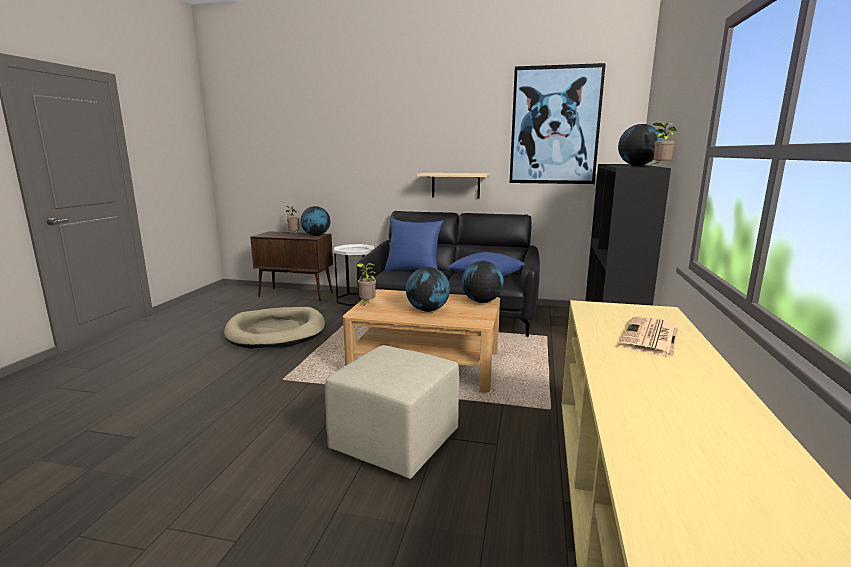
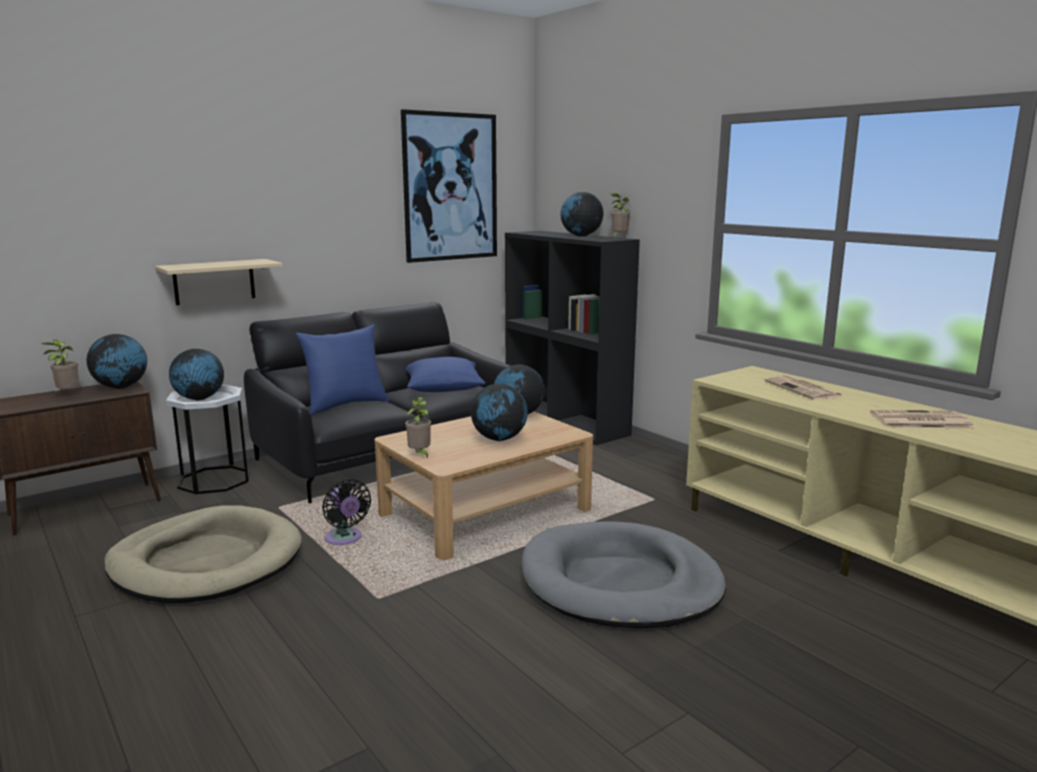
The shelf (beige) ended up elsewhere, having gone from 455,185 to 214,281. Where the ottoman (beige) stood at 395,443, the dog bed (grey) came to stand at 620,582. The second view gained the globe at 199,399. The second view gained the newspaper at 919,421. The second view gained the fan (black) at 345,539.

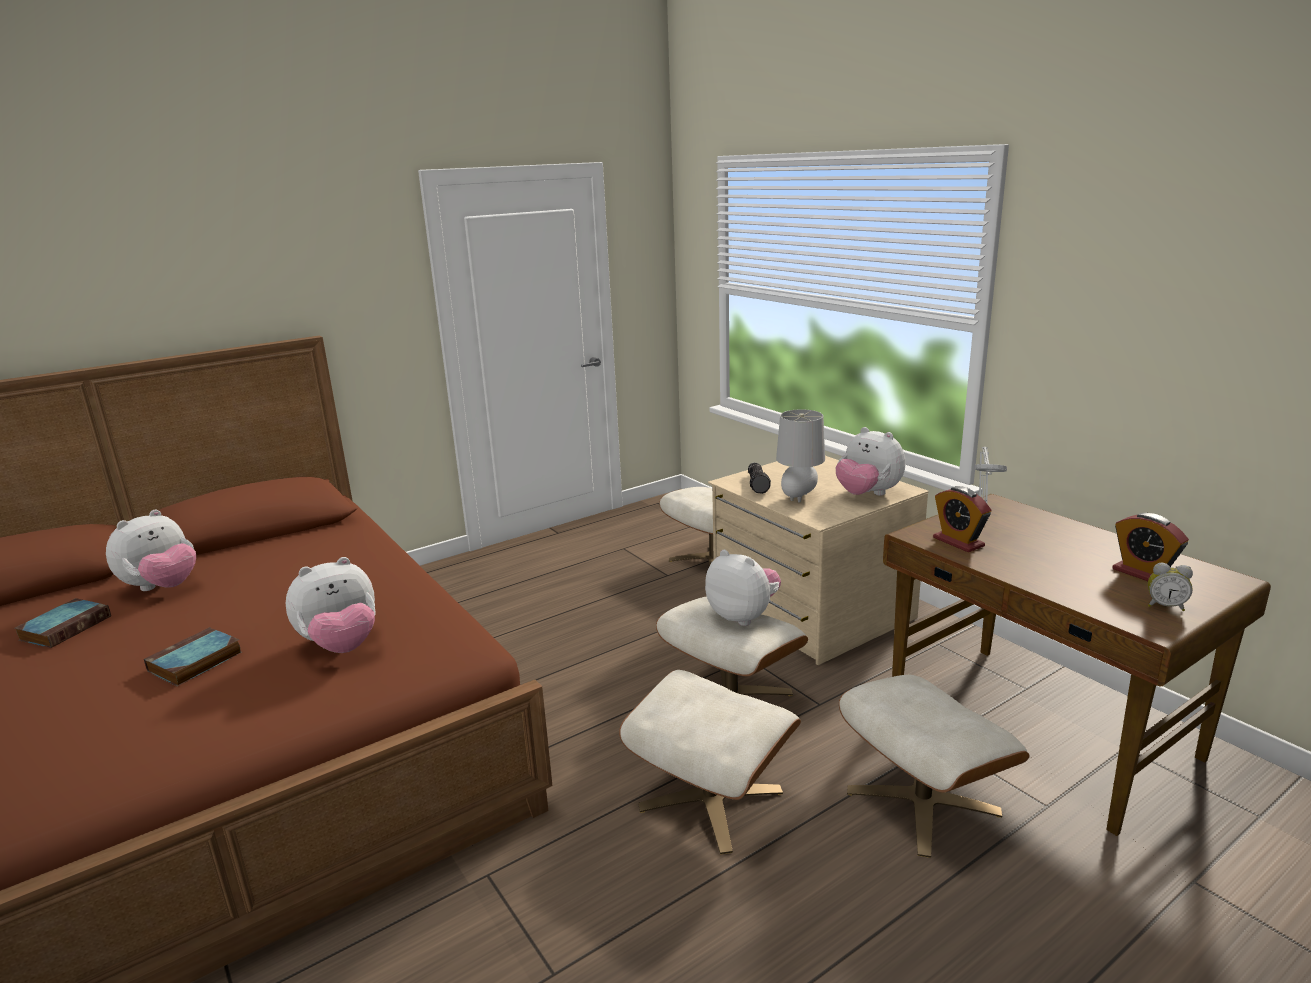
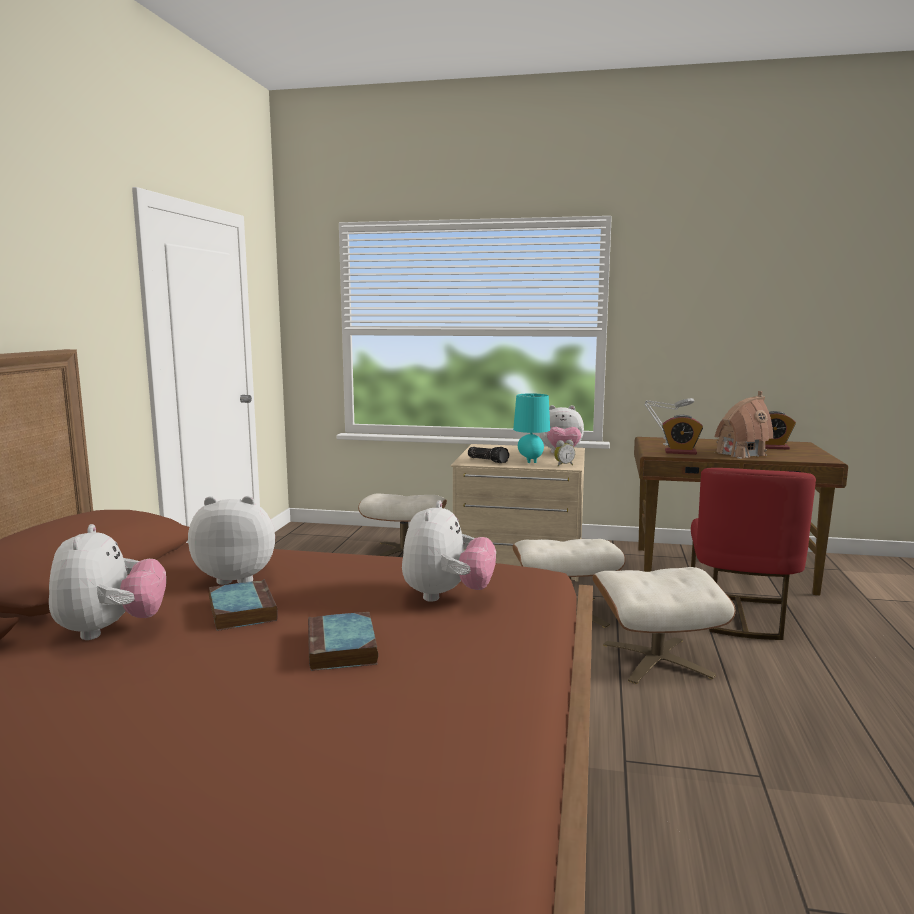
What was the table lamp (grey) at 799,498 turned into the table lamp (turquoise) at 531,461. The plush toy ended up elsewhere, having gone from 743,616 to 238,577. The alarm clock ended up elsewhere, having gone from 1165,606 to 563,465. The book ended up elsewhere, having gone from 66,627 to 241,610. Where the ottoman (beige) stood at 921,802, the chair (red) came to stand at 740,616. The second view gained the toy house at 740,454.

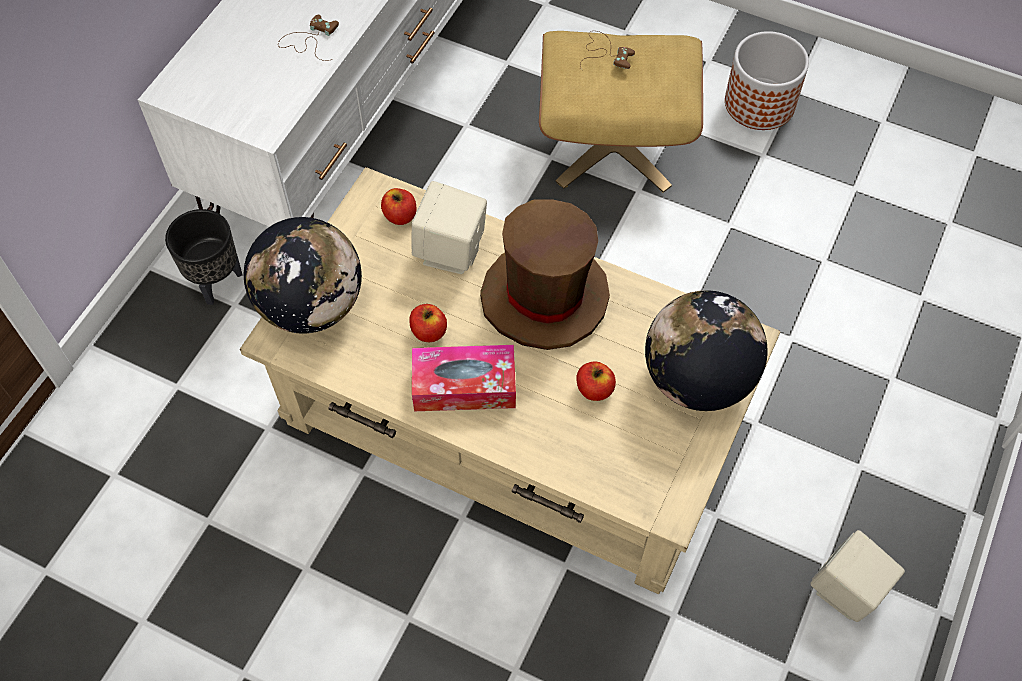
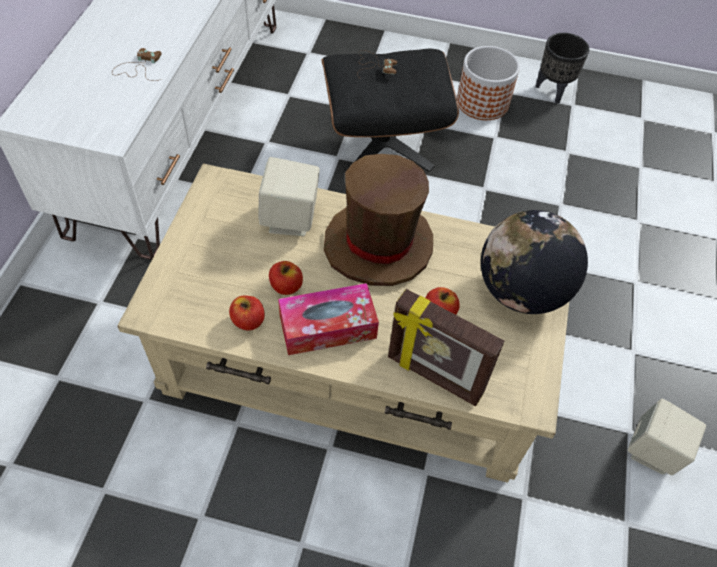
What was the ottoman (beige) at 614,144 turned into the ottoman (black) at 383,143. The apple ended up elsewhere, having gone from 400,216 to 248,321. The planter (black) ended up elsewhere, having gone from 217,282 to 553,91. The second view lost the globe at 311,306. The second view gained the picture frame at 434,376.

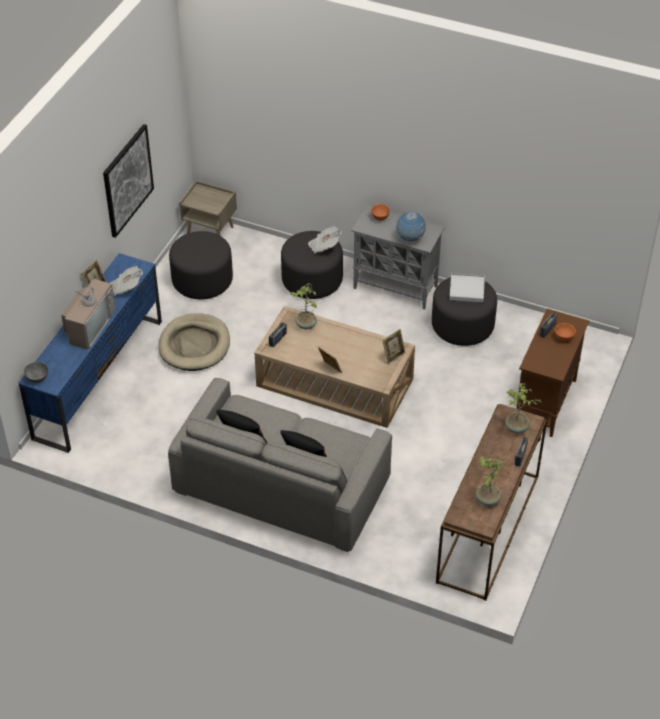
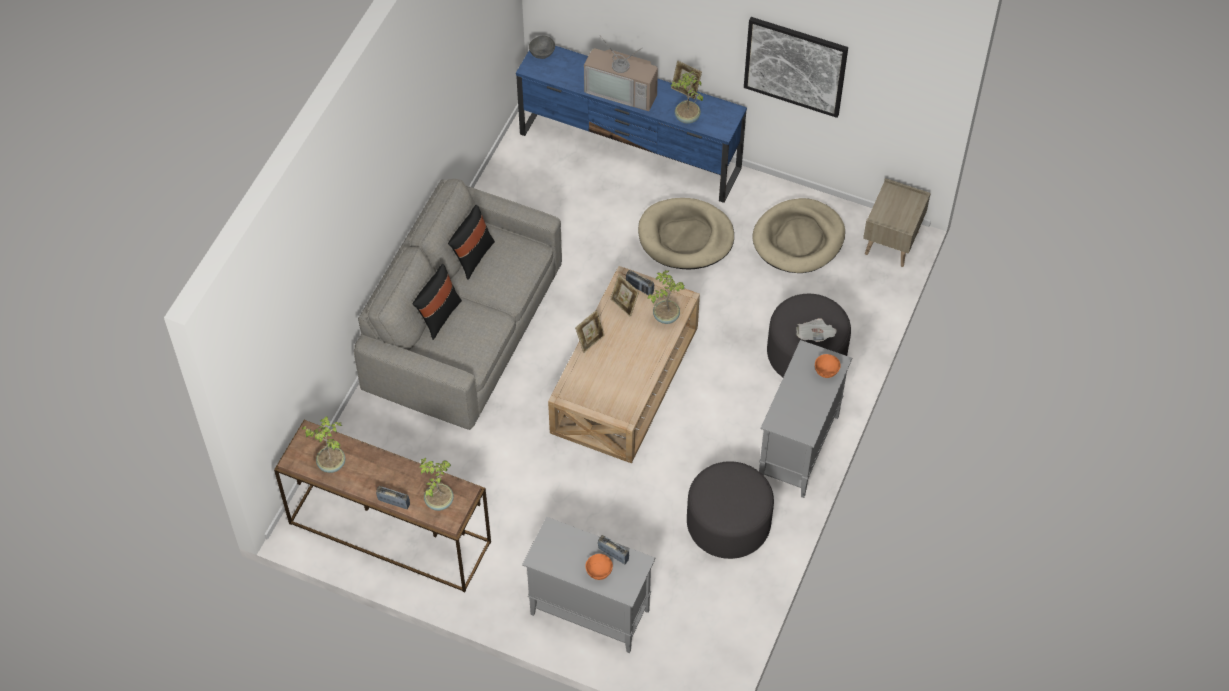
The second view lost the globe at 410,239. Where the ottoman (grey) stood at 202,280, the dog bed (beige) came to stand at 798,239. Where the newspaper stood at 126,287, the potted plant came to stand at 686,118. The second view lost the tray (white) at 467,289. What was the cabinet (brown) at 545,403 turned into the cabinet (grey) at 588,612. The picture frame ended up elsewhere, having gone from 393,356 to 624,305.

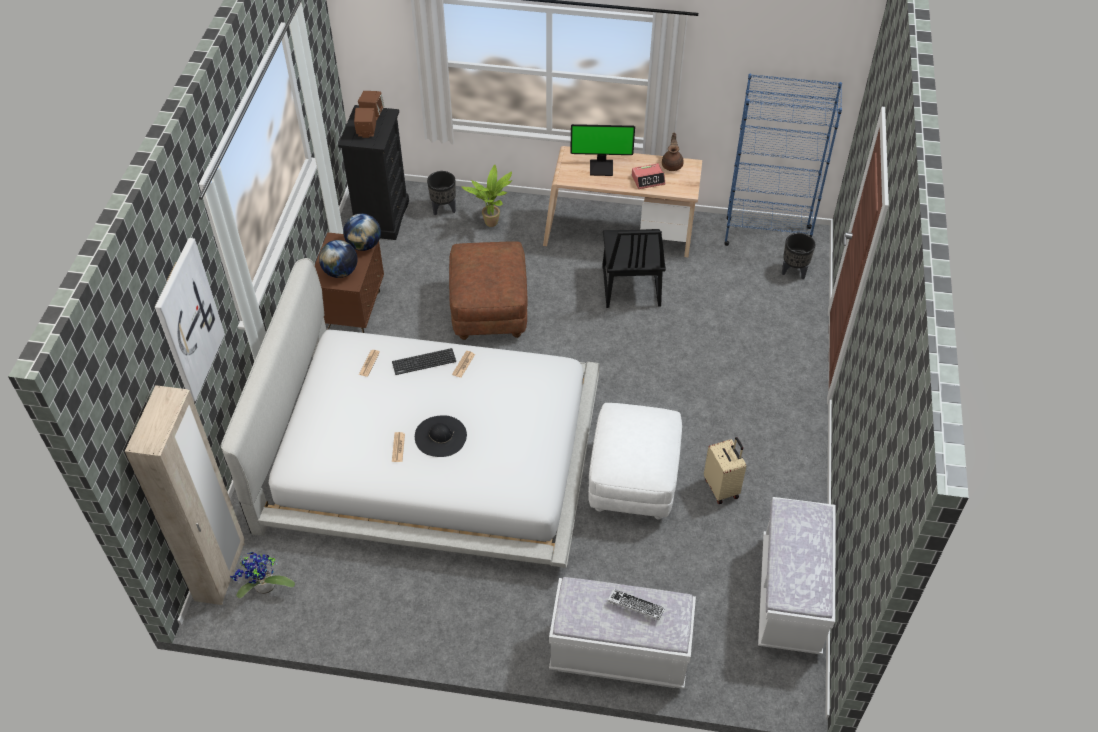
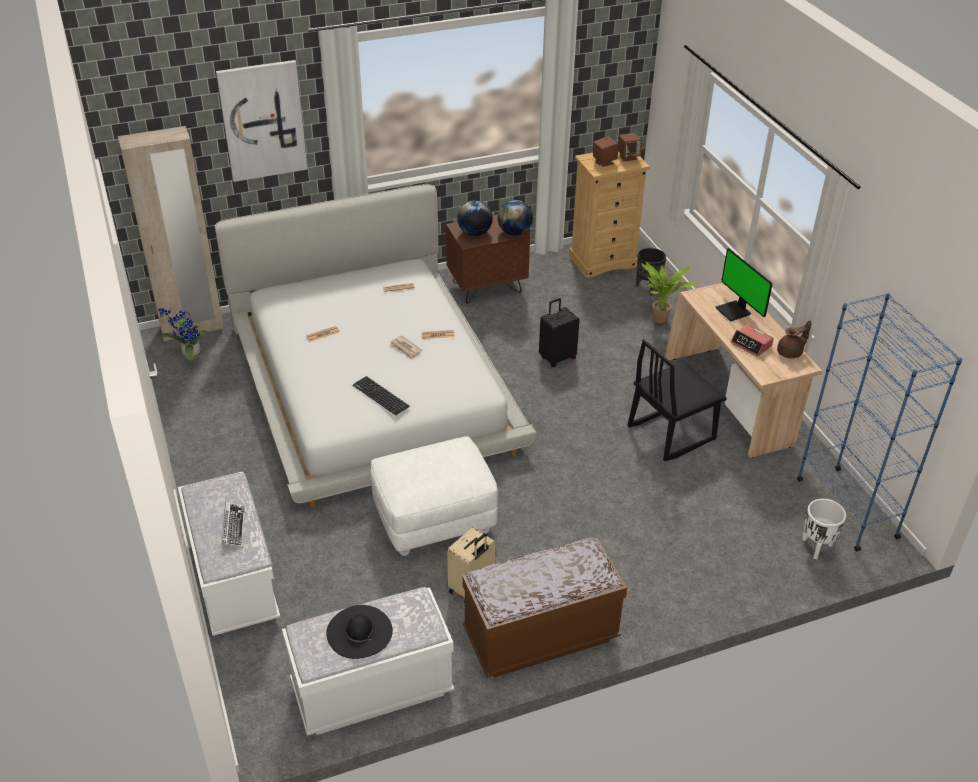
What was the dresser (black) at 381,217 turned into the dresser (beige) at 603,261. What was the planter (black) at 793,272 turned into the planter (white) at 816,547. Where the ottoman (brown) stood at 489,310, the suitcase (black) came to stand at 557,357. The keyboard ended up elsewhere, having gone from 424,362 to 380,396. The hat (black) ended up elsewhere, having gone from 440,436 to 359,632. The second view gained the newspaper at 405,348. The second view gained the bench (brown) at 541,636.

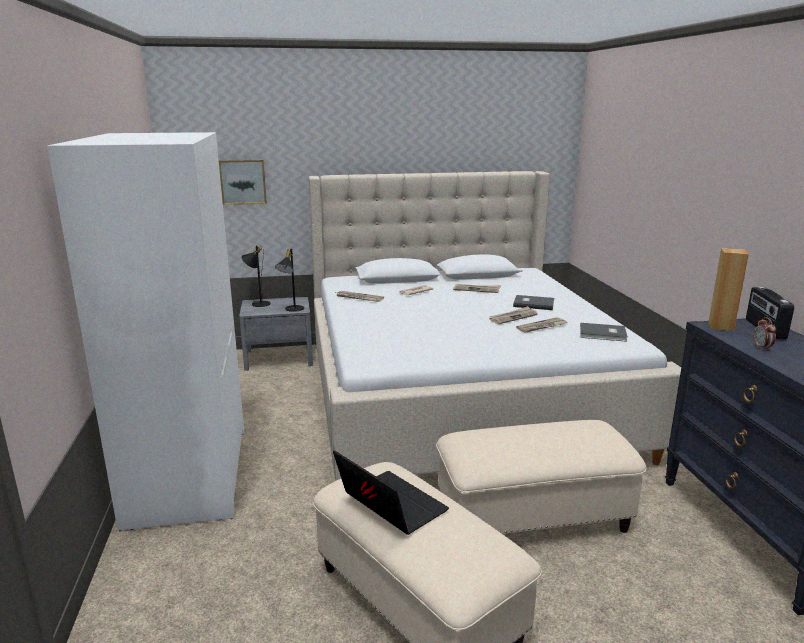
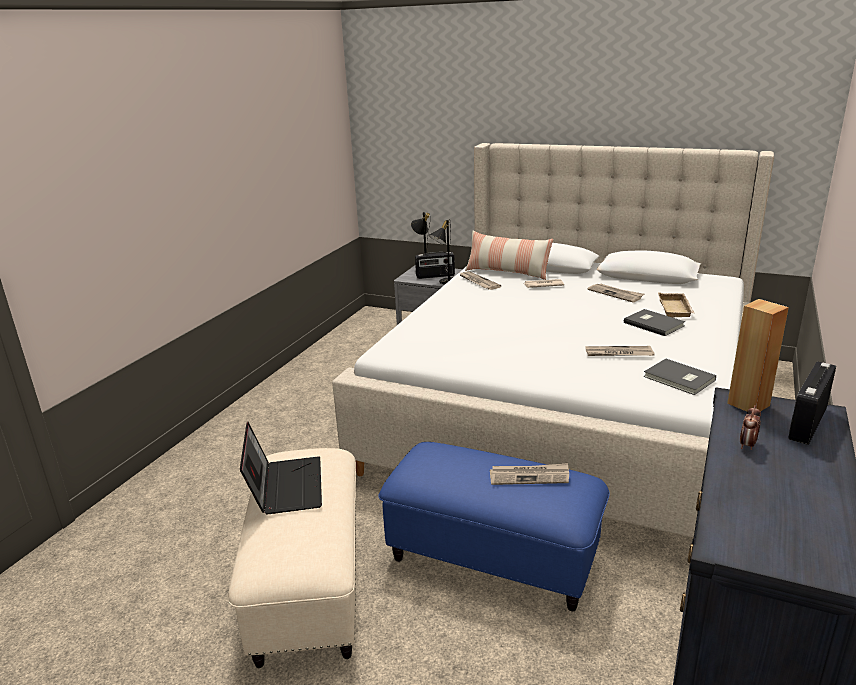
The second view lost the wardrobe (white) at 187,472. The second view lost the picture at 243,181. The newspaper ended up elsewhere, having gone from 513,317 to 529,476. What was the ottoman (beige) at 533,517 turned into the ottoman (blue) at 494,556. The second view gained the pillow at 507,272. The second view gained the radio at 435,276. The second view gained the tray (beige) at 676,309.

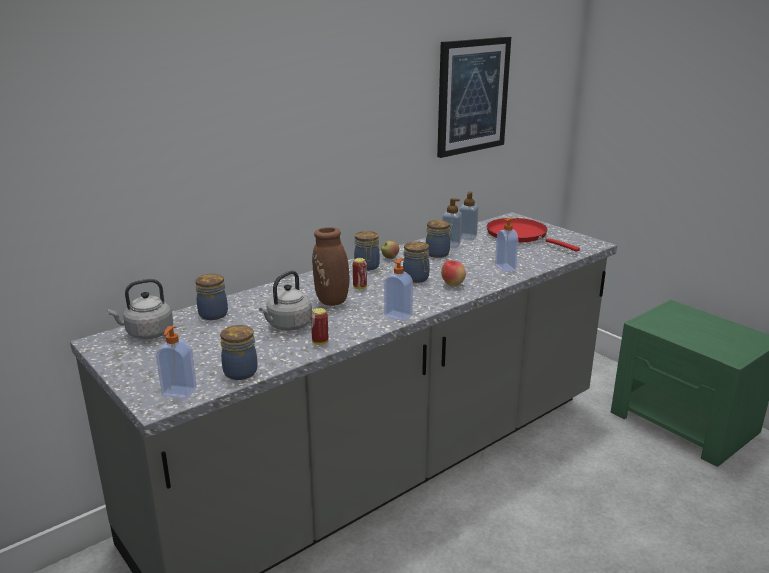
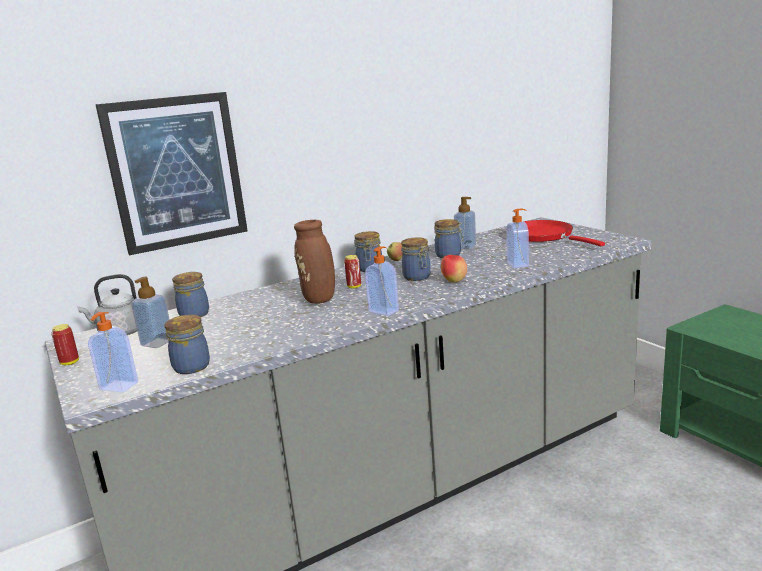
The picture ended up elsewhere, having gone from 472,96 to 176,172. The soap dispenser ended up elsewhere, having gone from 467,237 to 157,343. The second view lost the kettle (grey) at 288,326. The can ended up elsewhere, having gone from 320,342 to 70,363.

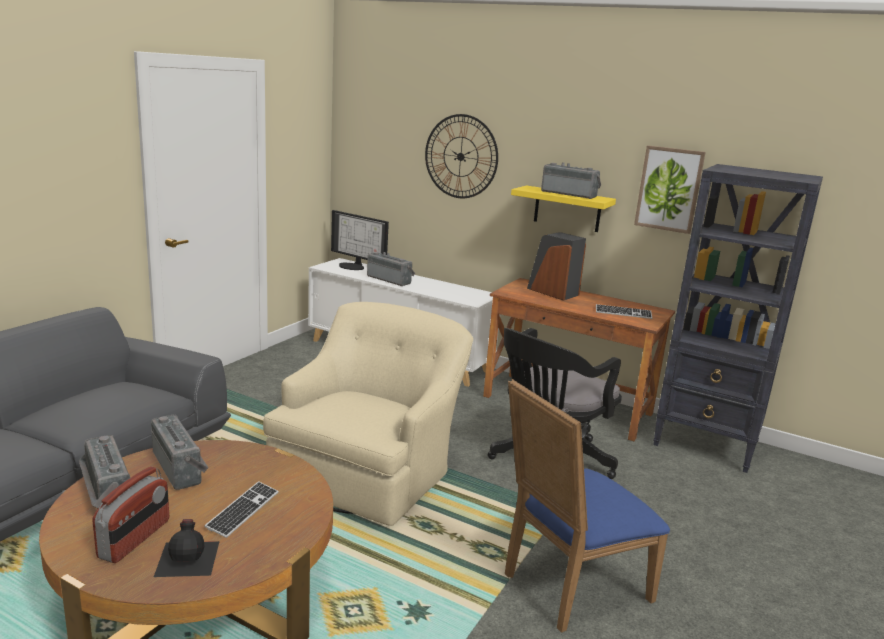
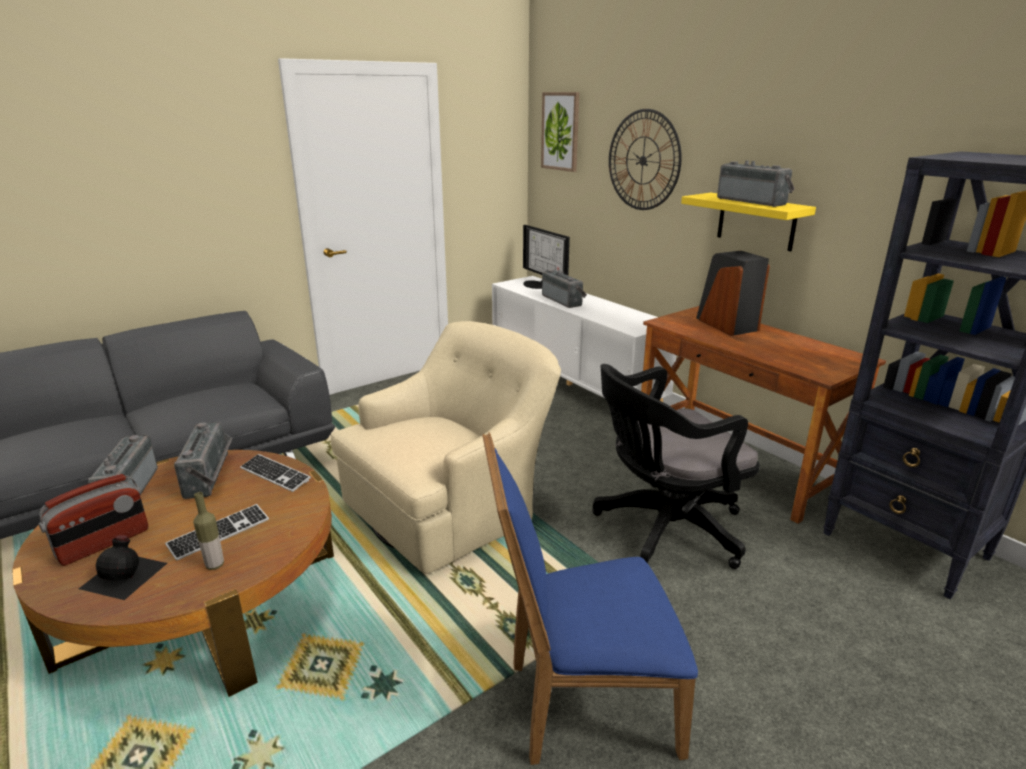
The picture ended up elsewhere, having gone from 669,189 to 561,131. The keyboard ended up elsewhere, having gone from 623,313 to 275,474. The second view gained the bottle at 215,565.

